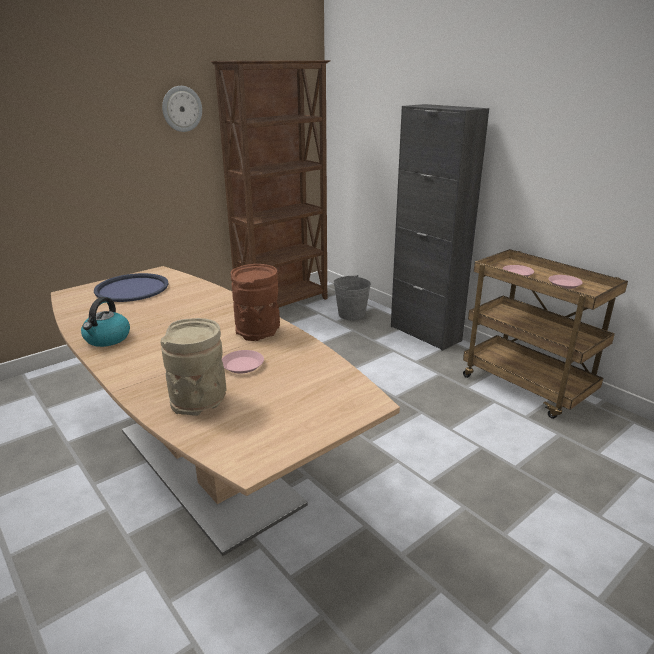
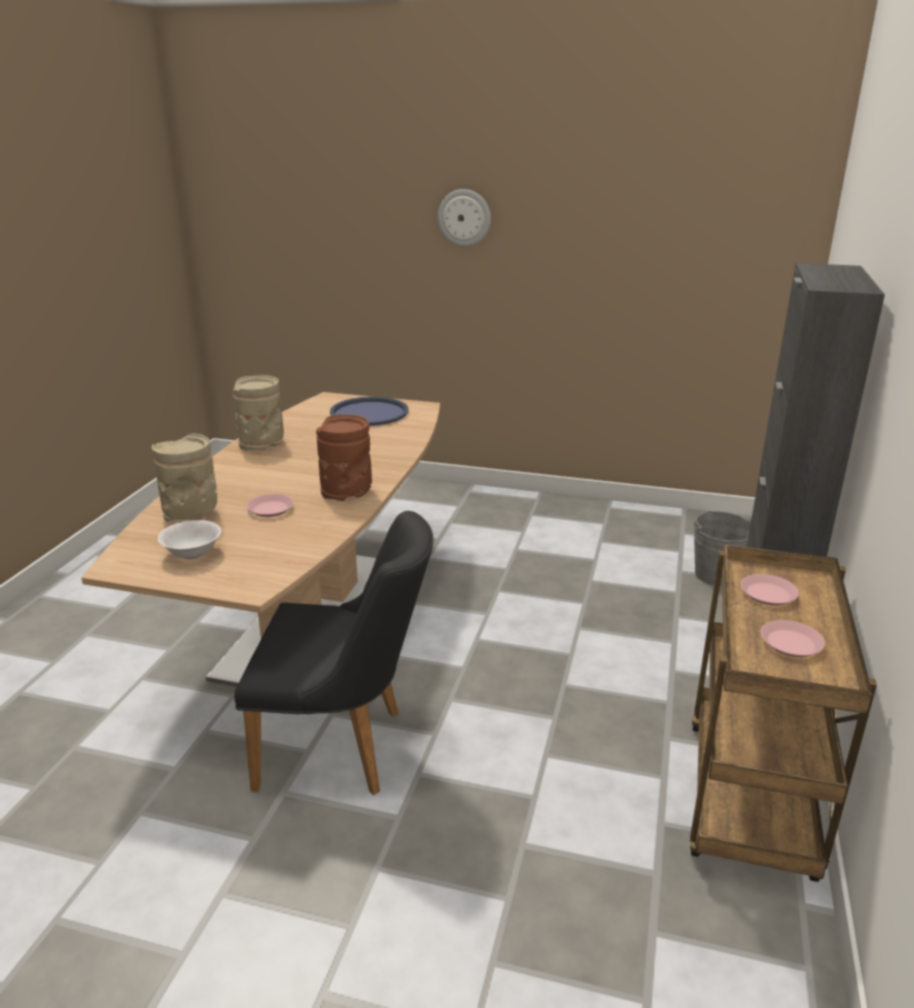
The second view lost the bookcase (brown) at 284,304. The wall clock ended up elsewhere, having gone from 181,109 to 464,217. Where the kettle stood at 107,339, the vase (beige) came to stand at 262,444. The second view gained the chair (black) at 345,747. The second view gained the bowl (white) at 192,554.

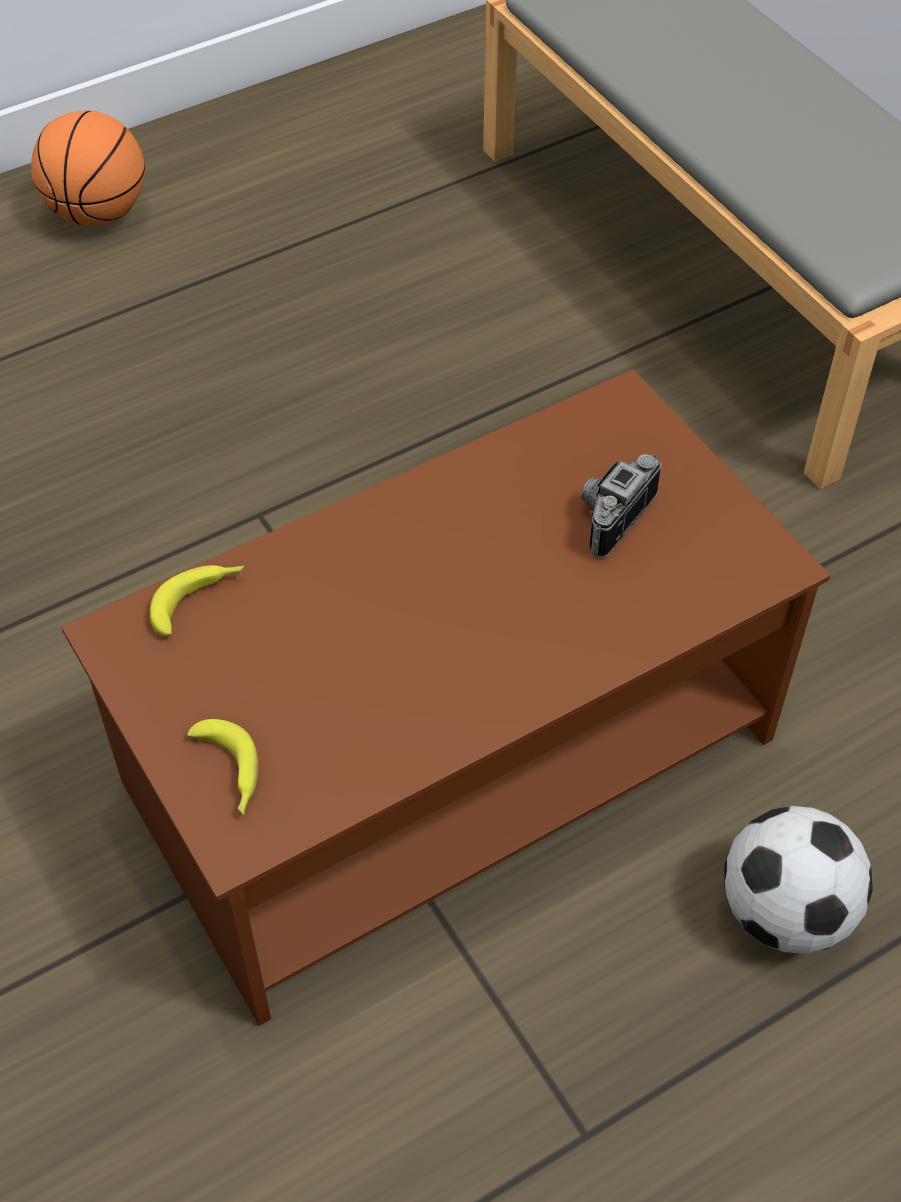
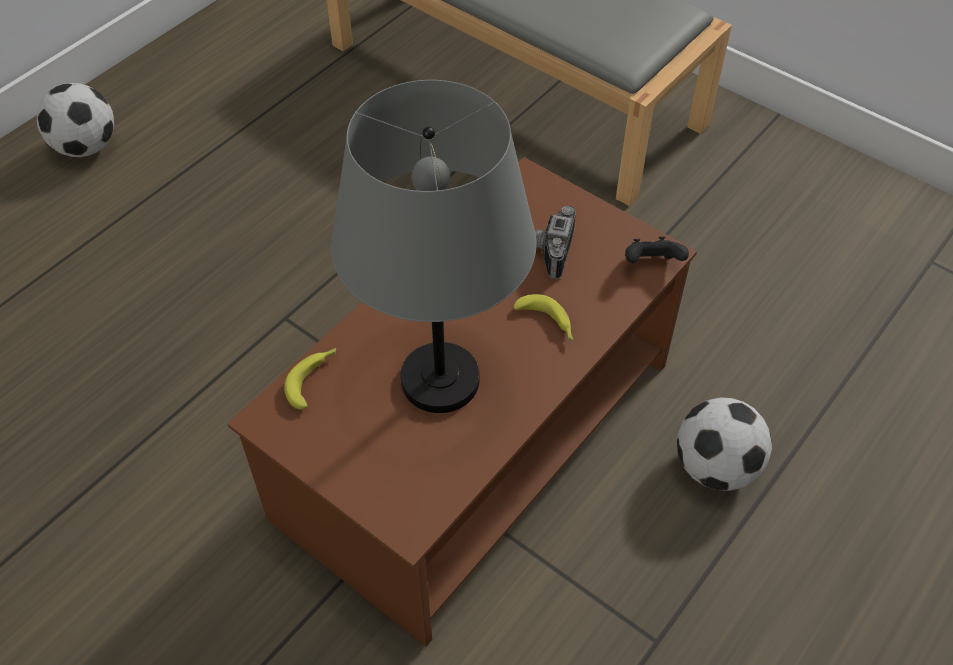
Where the basketball stood at 98,213, the football came to stand at 86,147. The banana ended up elsewhere, having gone from 229,773 to 547,323. The second view gained the table lamp (grey) at 439,379. The second view gained the game controller (black) at 651,264.

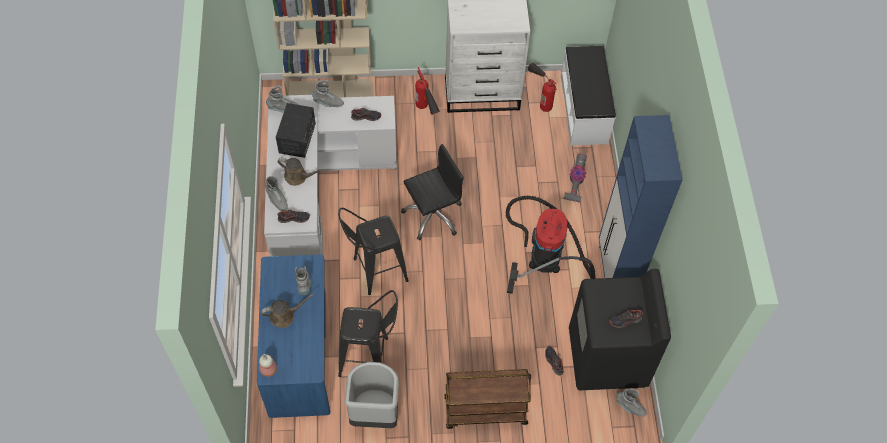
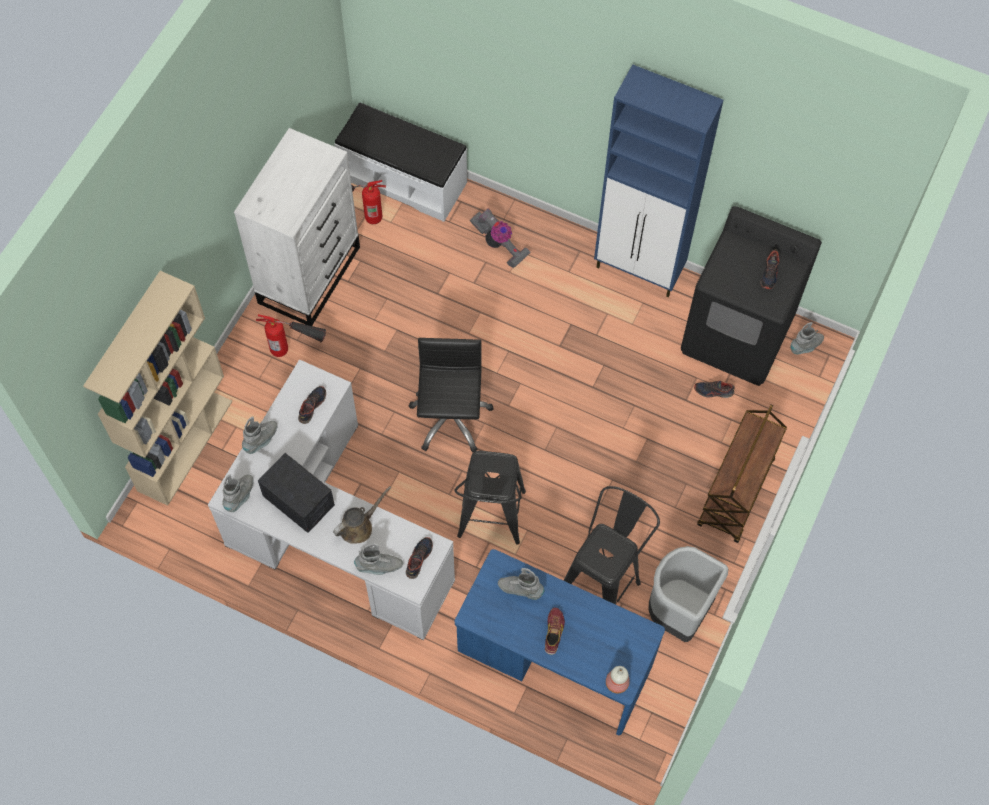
The second view lost the vacuum cleaner at 545,251. Where the watering can (brown) stood at 284,316, the shoe came to stand at 553,632.

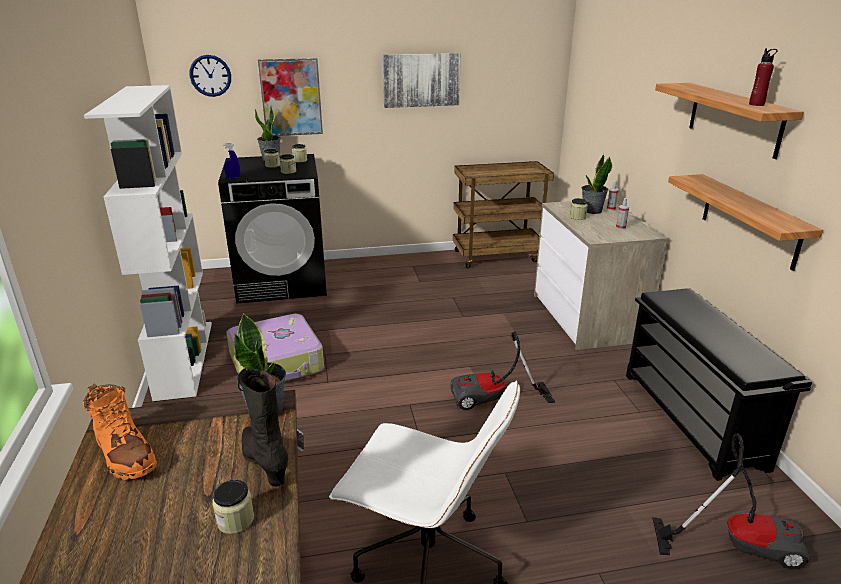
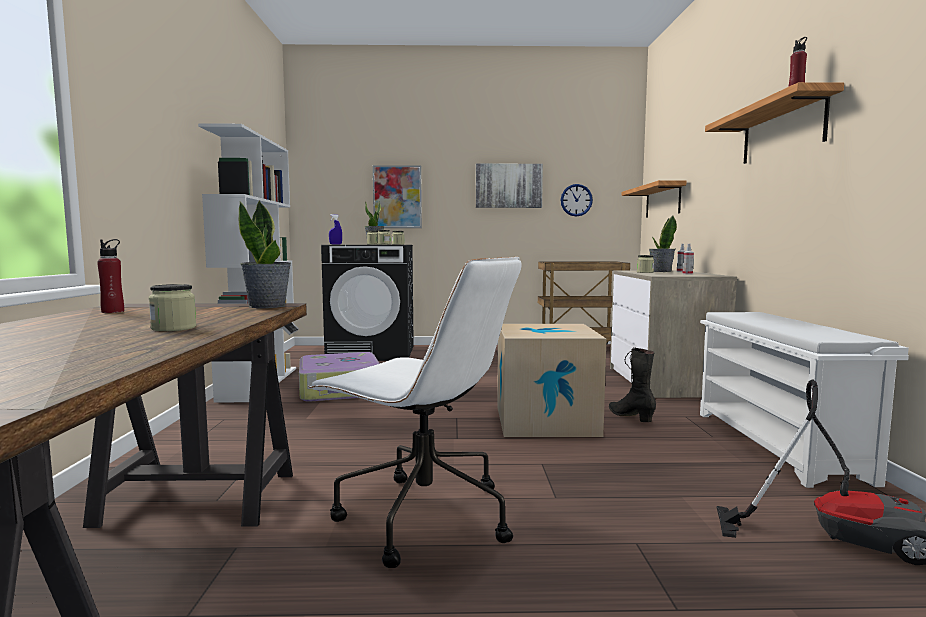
The wall clock ended up elsewhere, having gone from 210,75 to 576,200. The shelf ended up elsewhere, having gone from 750,220 to 662,201. What was the shoe rack (black) at 693,419 turned into the shoe rack (white) at 779,445. Where the vacuum cleaner stood at 493,400, the cardboard box came to stand at 545,420. The boot (black) ended up elsewhere, having gone from 265,462 to 630,417. Where the boot (orange) stood at 125,454, the bottle (red) came to stand at 113,311.

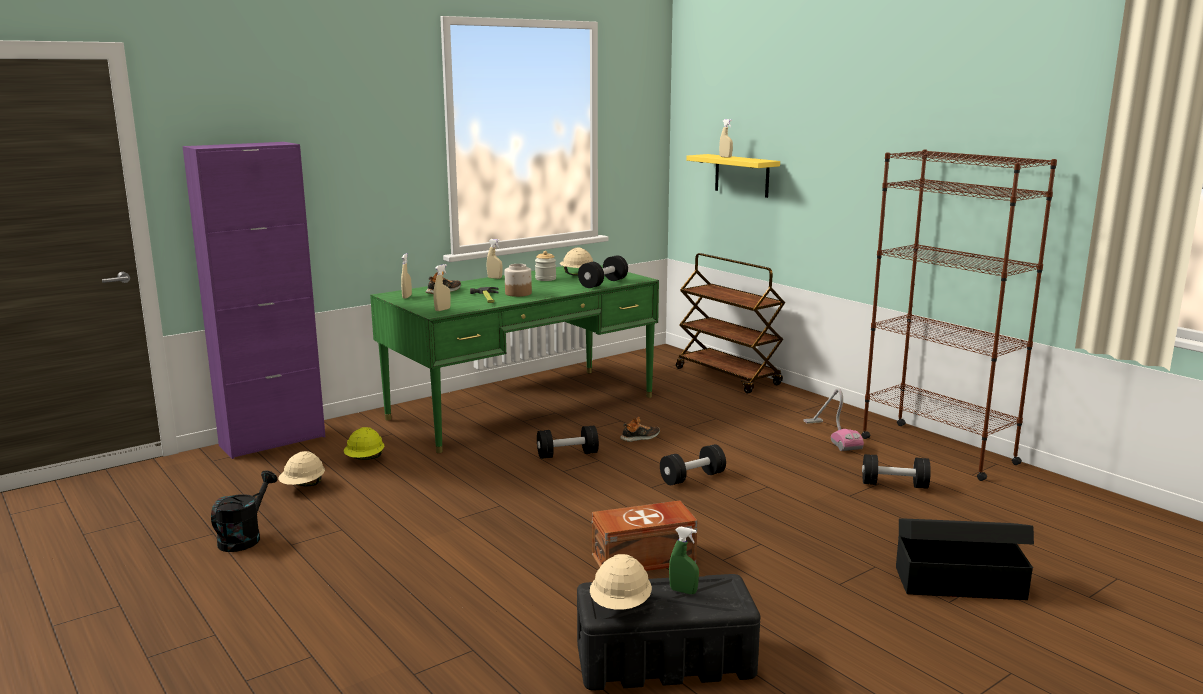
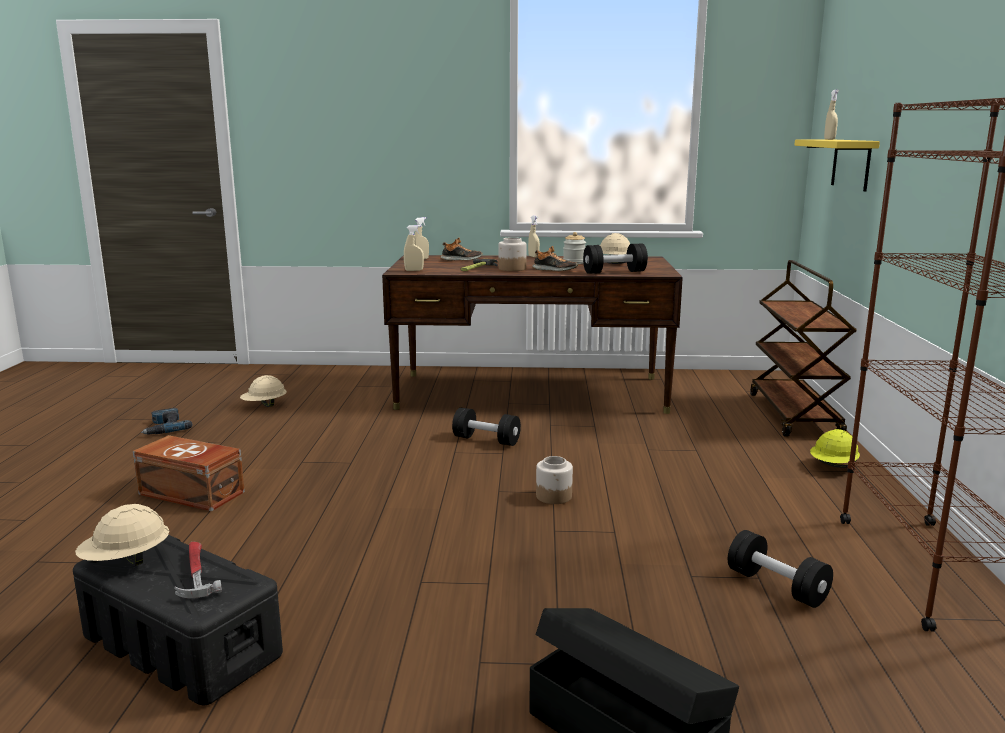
The second view lost the cabinet (purple) at 272,441. What was the desk (green) at 522,407 turned into the desk (brown) at 530,392. The second view lost the vacuum cleaner at 831,435. The shoe ended up elsewhere, having gone from 640,438 to 554,270. The hard hat (yellow) ended up elsewhere, having gone from 365,460 to 833,466. Where the dumbbell (black) stood at 692,478, the jar came to stand at 554,496. Where the watering can (black) stood at 244,537, the power drill came to stand at 164,428. The storage box (brown) ended up elsewhere, having gone from 645,559 to 191,494. Where the spray bottle (green) stood at 683,591, the hammer came to stand at 195,573.

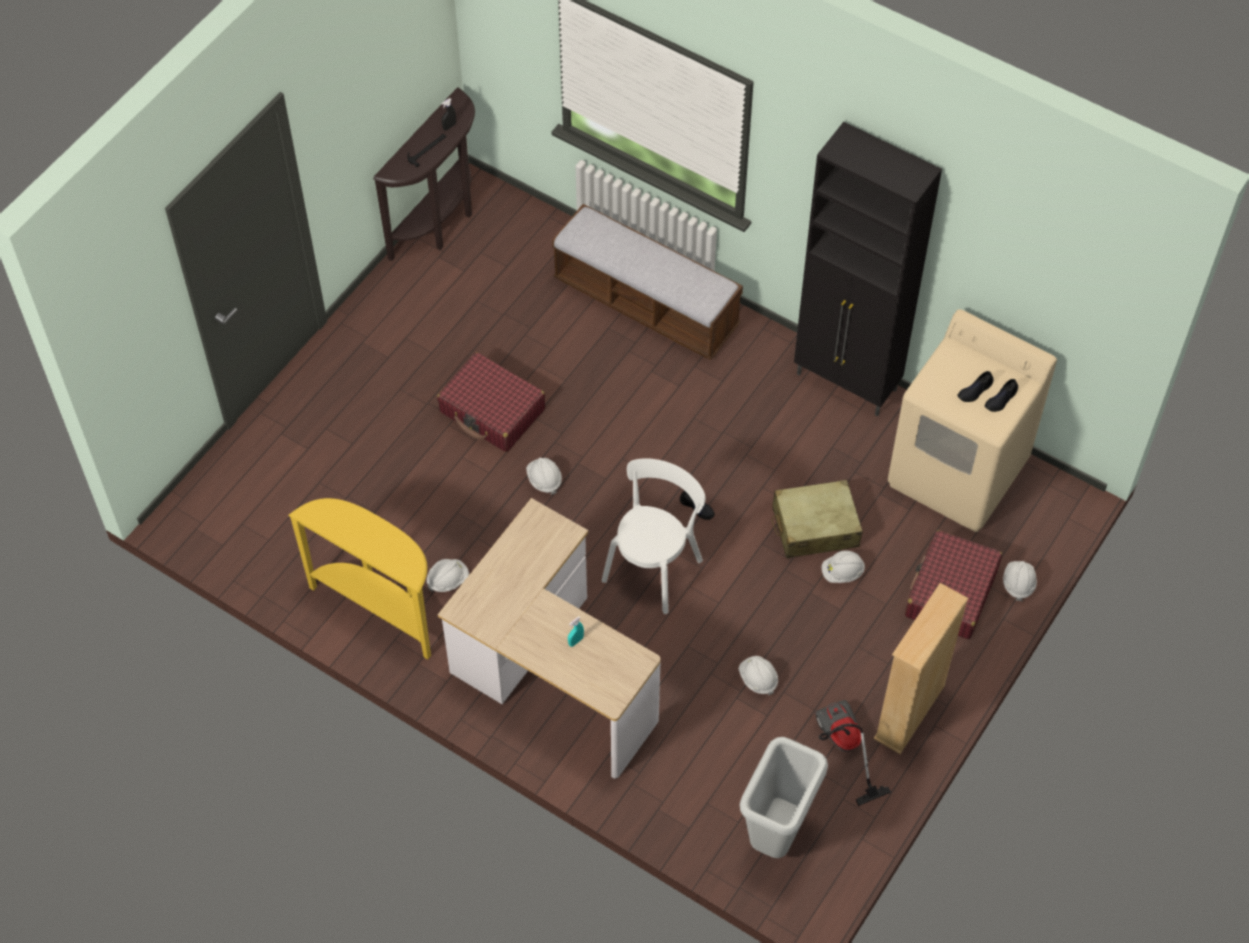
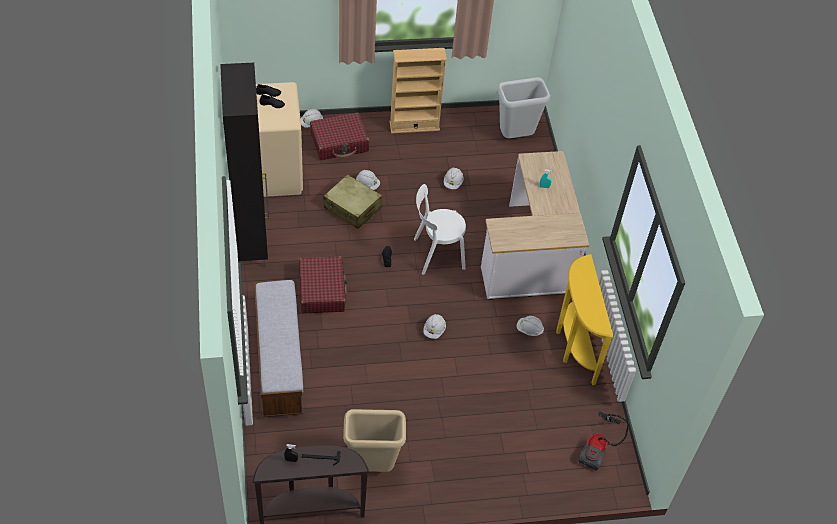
The suitcase (red) ended up elsewhere, having gone from 492,411 to 322,290. The vacuum cleaner ended up elsewhere, having gone from 842,748 to 598,448. The second view gained the trash can (beige) at 372,467.

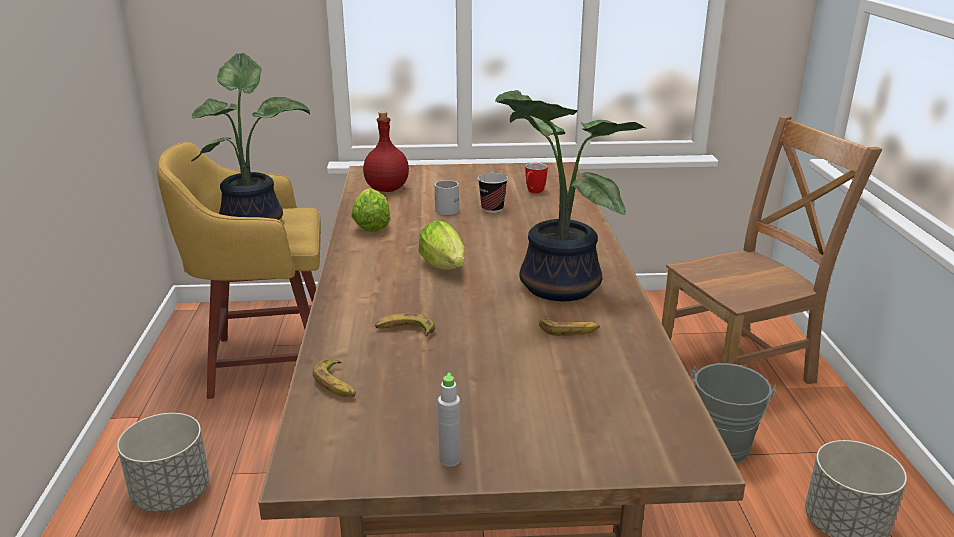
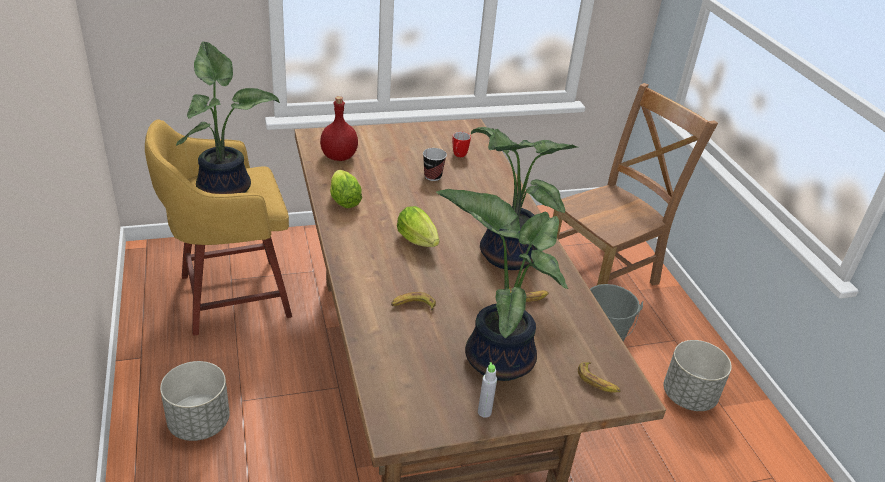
The second view lost the mug (white) at 449,208. The banana ended up elsewhere, having gone from 336,384 to 597,382. The second view gained the potted plant at 497,356.

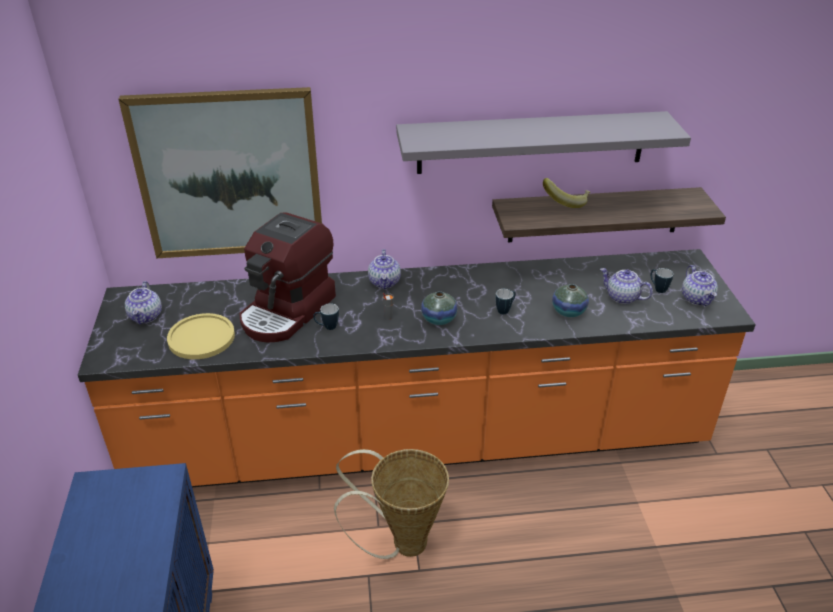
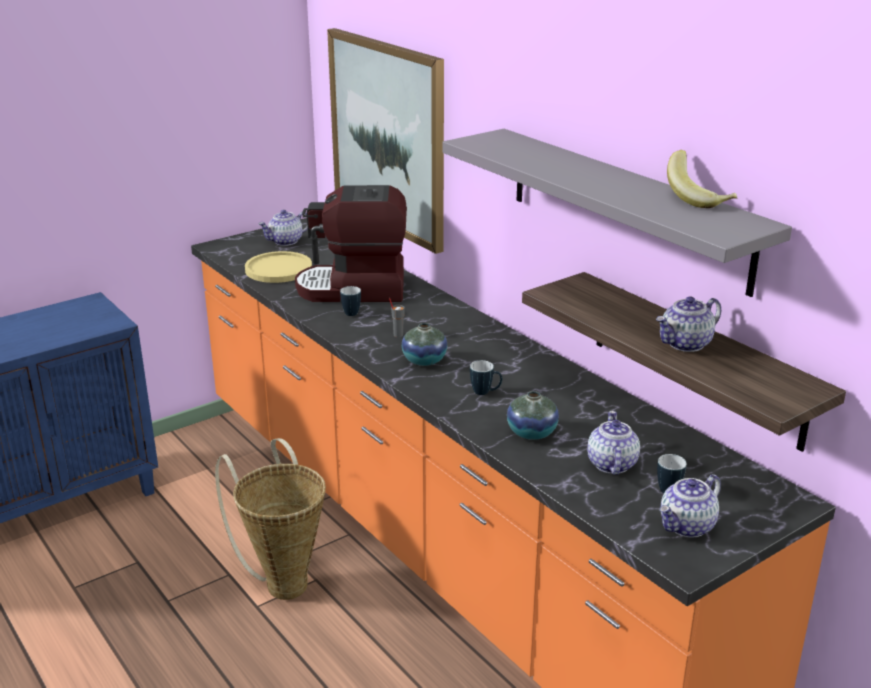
The banana ended up elsewhere, having gone from 566,202 to 699,199. The teapot ended up elsewhere, having gone from 385,282 to 686,344.

